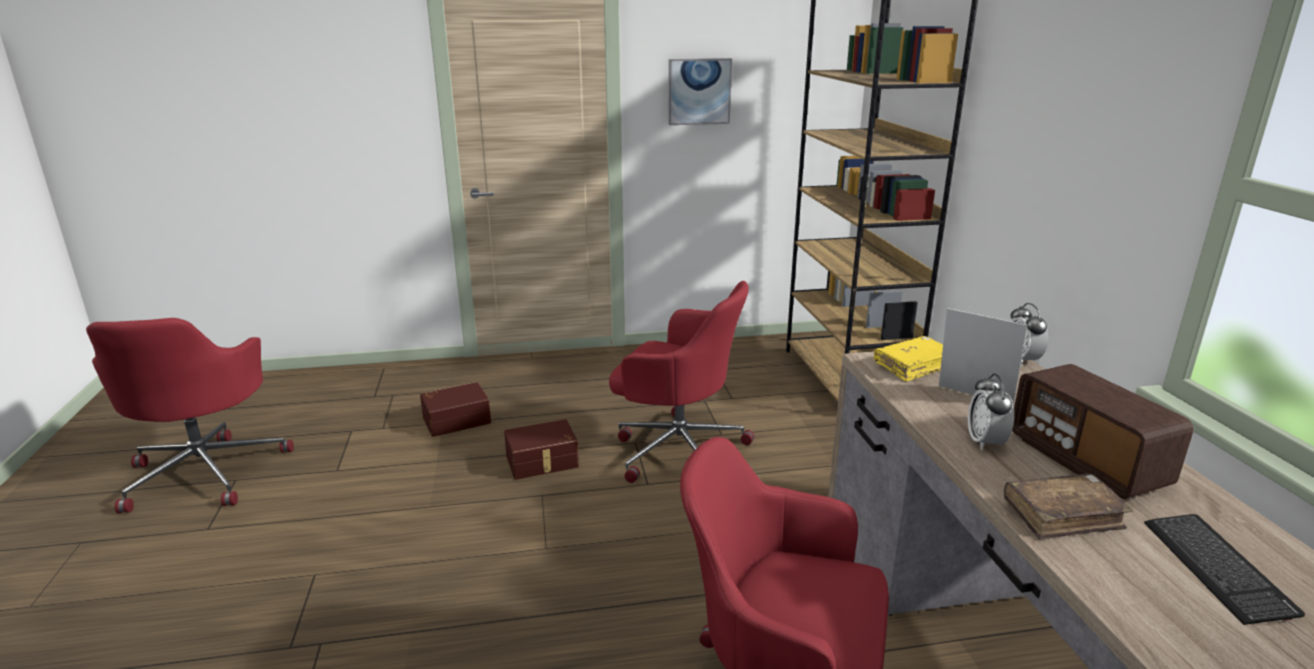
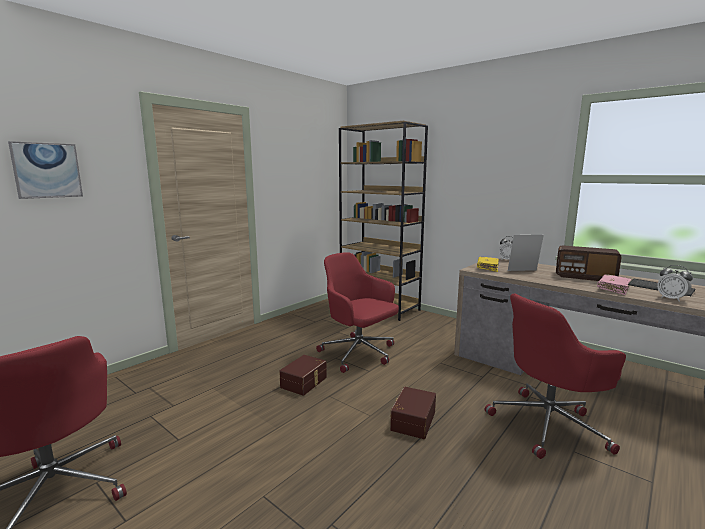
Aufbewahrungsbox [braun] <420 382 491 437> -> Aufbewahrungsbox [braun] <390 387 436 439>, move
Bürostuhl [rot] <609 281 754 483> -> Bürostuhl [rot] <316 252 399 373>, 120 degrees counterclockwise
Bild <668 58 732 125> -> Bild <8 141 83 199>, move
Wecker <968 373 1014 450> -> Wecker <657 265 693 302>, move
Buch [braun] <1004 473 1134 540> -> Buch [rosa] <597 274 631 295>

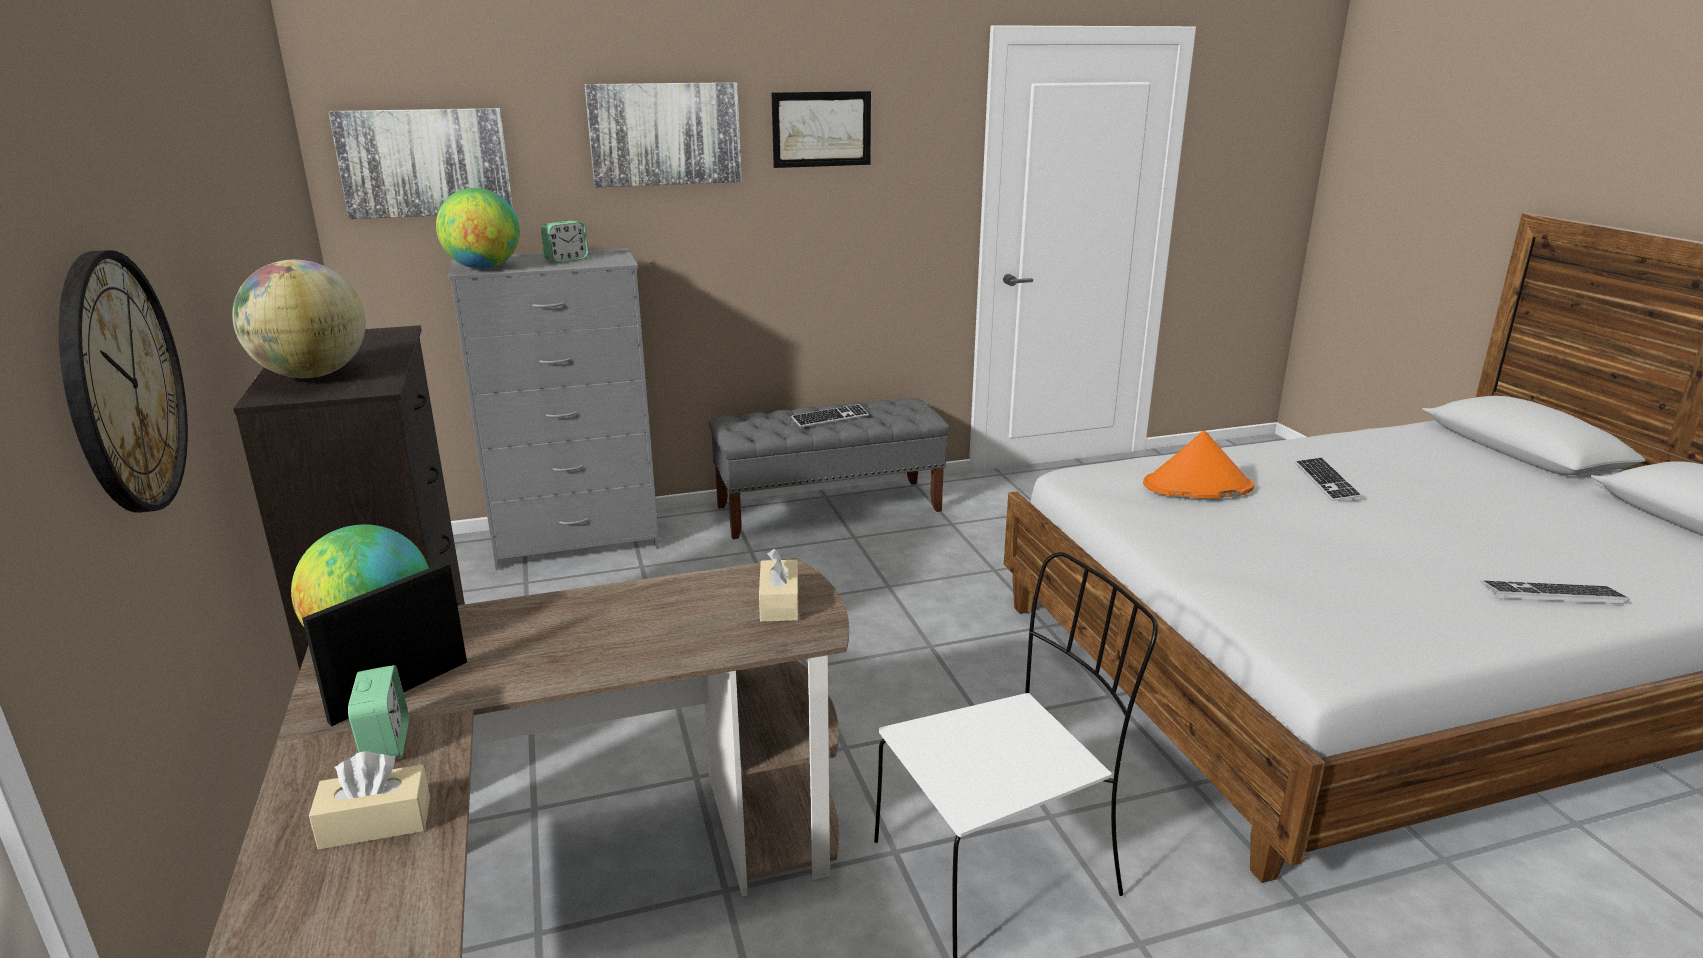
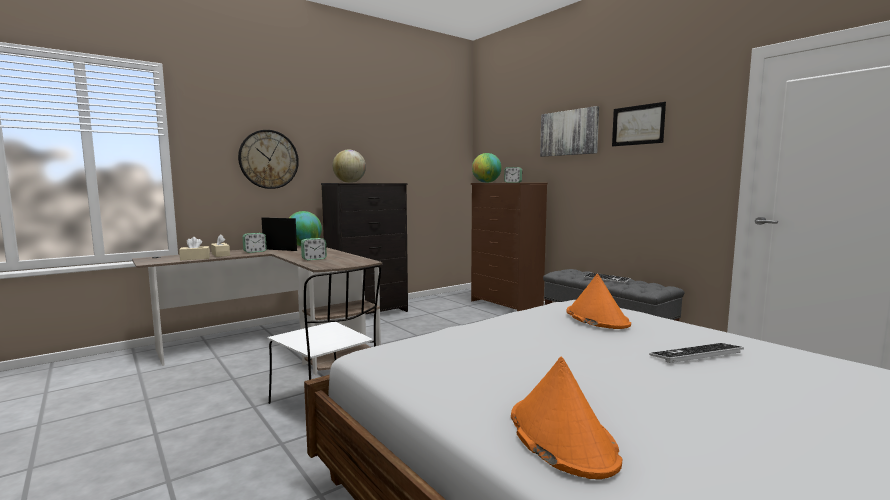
Bild <329 108 513 219> -> none
Kommode [grau] <448 248 660 571> -> Kommode [braun] <471 183 548 311>
Taschentuchbox [beige] <759 549 799 622> -> Taschentuchbox [beige] <179 237 210 261>, move
Tastatur <1480 581 1629 604> -> Hut [orange] <511 357 622 479>
none -> Wecker <301 238 327 261>

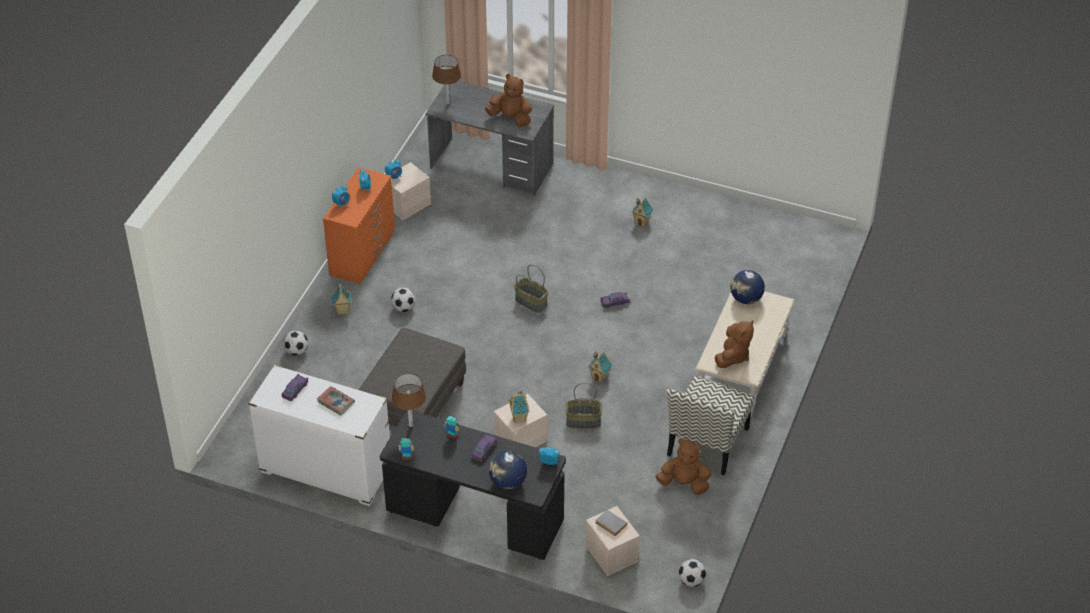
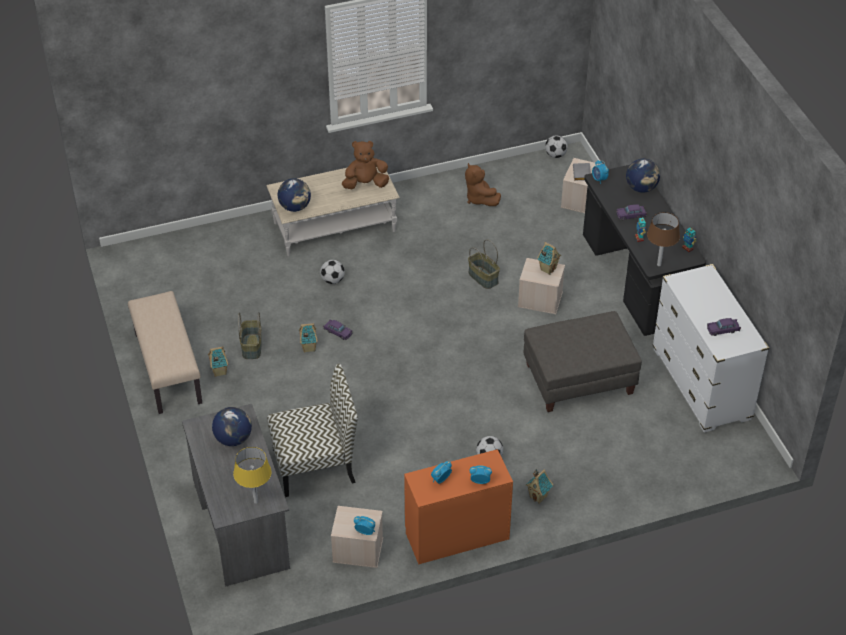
Fußball <283 331 308 355> -> Fußball <320 260 345 284>, move
Buch <317 386 355 416> -> none
Tischlampe [braun] <432 55 461 104> -> Tischlampe [gelb] <233 447 272 504>
Plüschtier [braun] <485 74 532 127> -> Globus <212 407 252 446>
Korb <514 264 548 313> -> Korb <238 312 262 359>, move
Spielzeughaus <588 350 612 383> -> Spielzeughaus <299 323 318 353>, move
Stuhl <667 376 754 475> -> Stuhl <267 364 358 497>, move
none -> Bank [beige] <128 291 202 414>

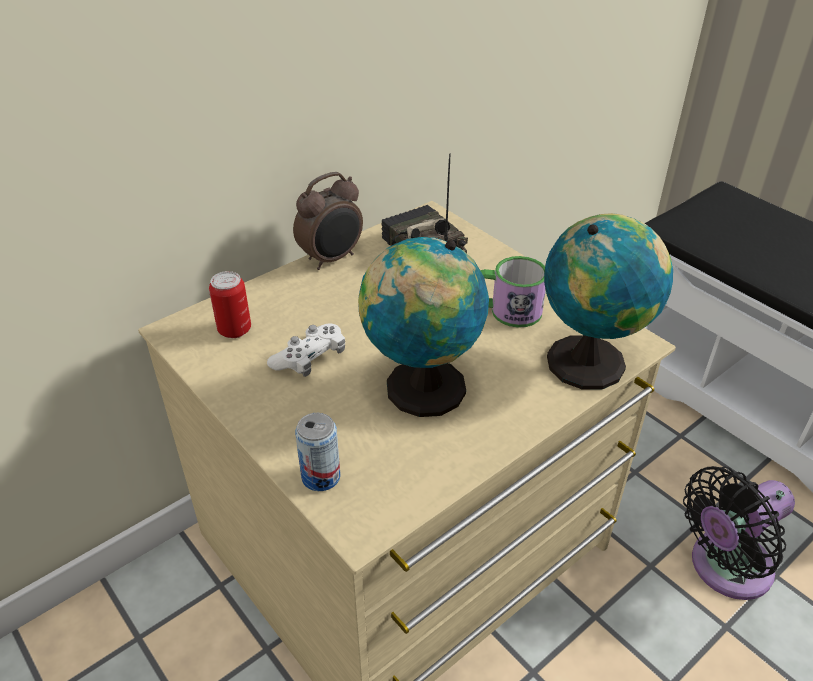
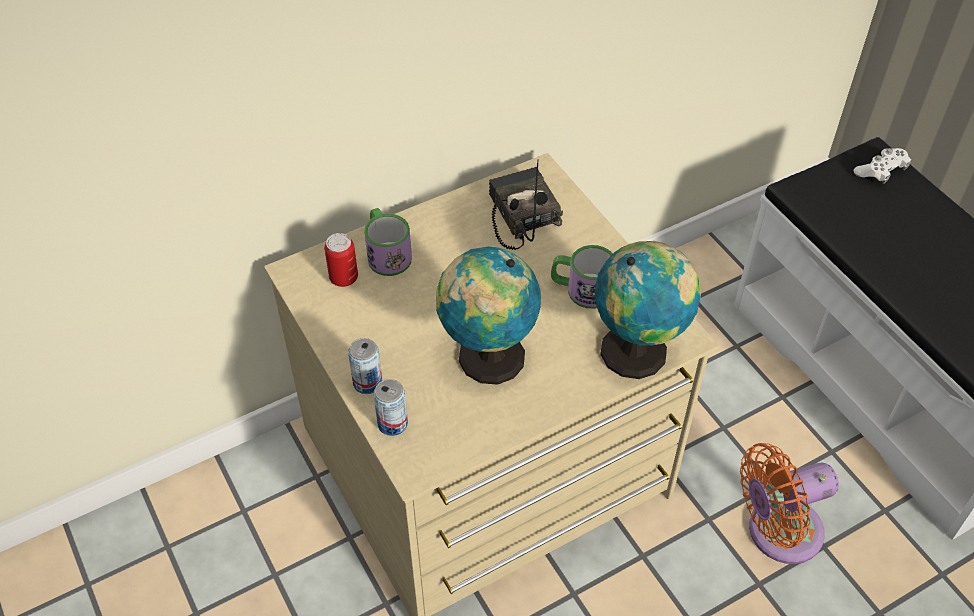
Gamepad [weiß] <267 323 345 377> -> Gamepad [weiß] <854 148 911 184>, move
Wecker <293 172 363 270> -> none
Ventilator [schwarz] <683 466 795 600> -> Ventilator [orange] <740 443 839 564>
none -> Dose <348 338 382 394>
none -> Henkelbecher <364 208 412 276>

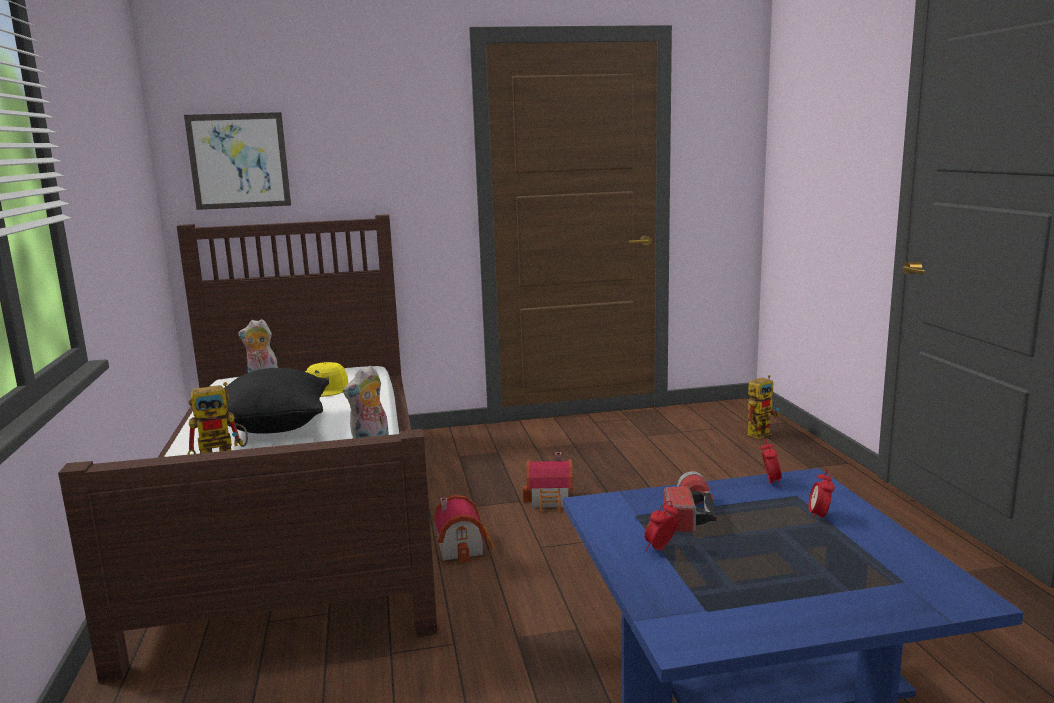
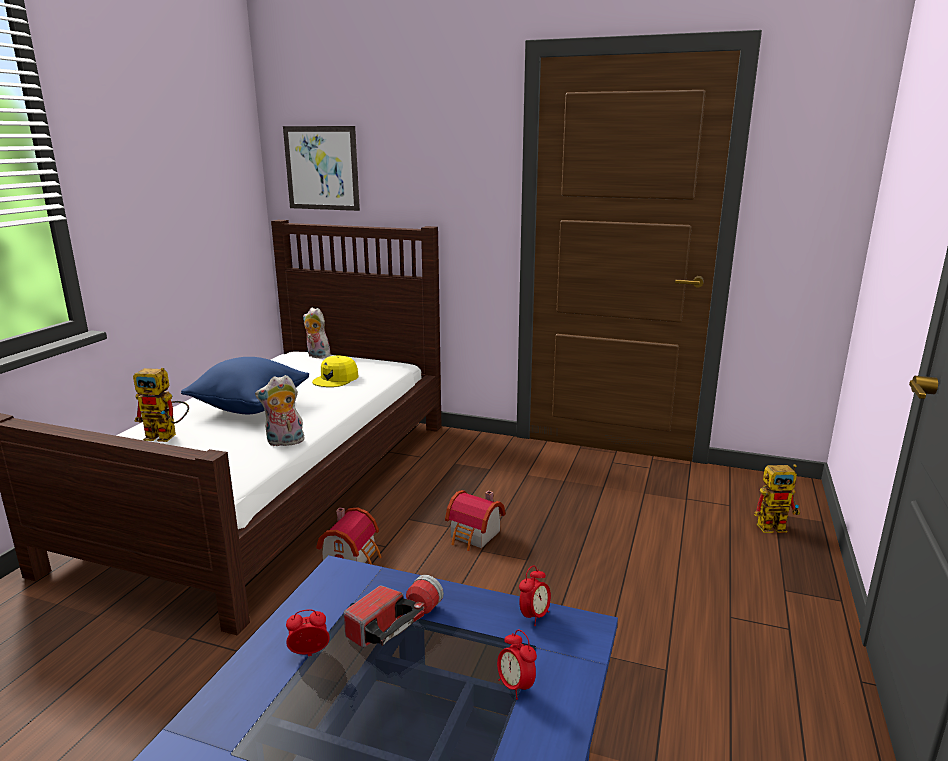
Kissen [schwarz] <224 368 328 434> -> Kissen [blau] <181 357 309 414>
Wecker <808 469 835 521> -> Wecker <497 630 537 700>, 75 degrees counterclockwise

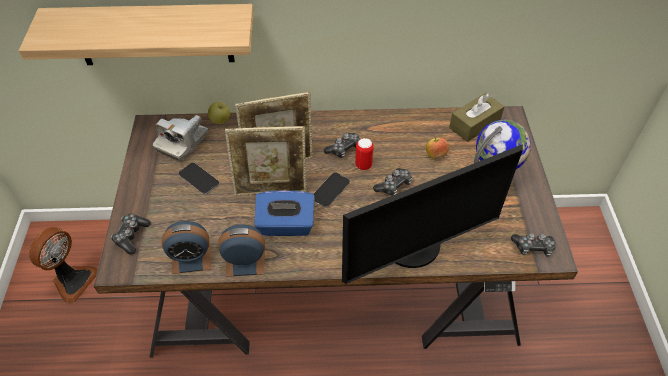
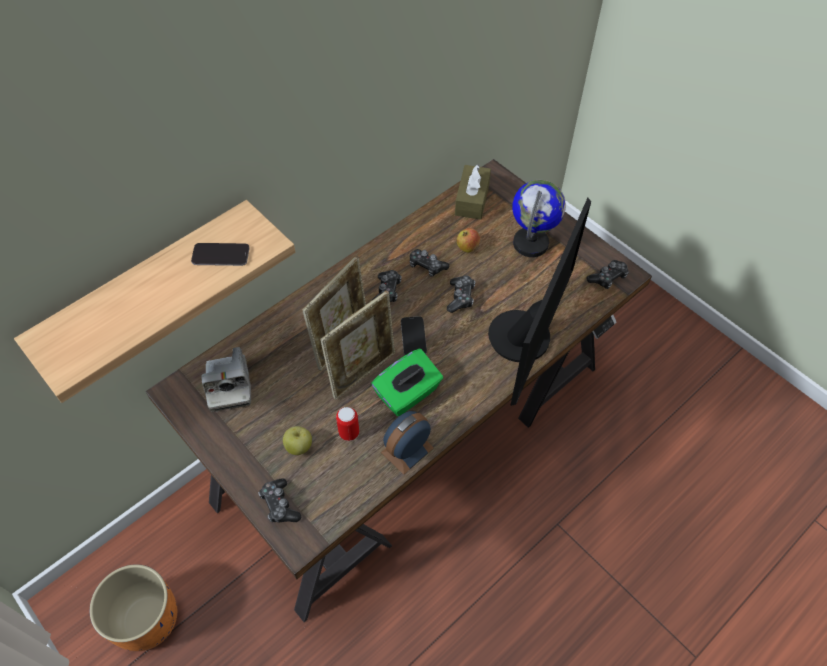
Ventilator <29 227 98 303> -> Pflanzkübel [orange] <90 564 177 651>
Wecker <162 221 211 274> -> none
Handy <179 163 219 194> -> Handy <191 243 250 266>, move
Apfel <208 102 230 124> -> Apfel <283 426 312 455>, move
Taschentuchbox [blau] <254 190 314 236> -> Taschentuchbox [grün] <371 349 443 417>
Dose <355 138 374 171> -> Dose <336 407 359 441>, move
none -> Gamepad <410 249 449 277>

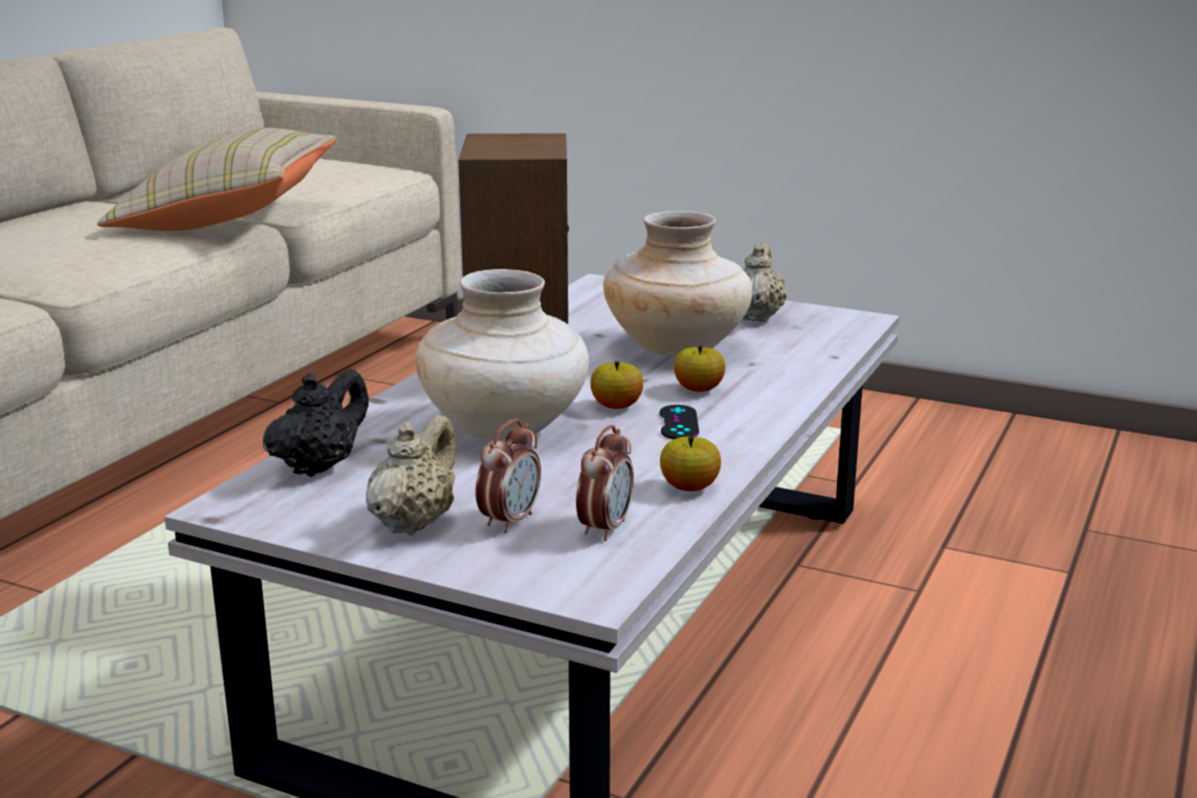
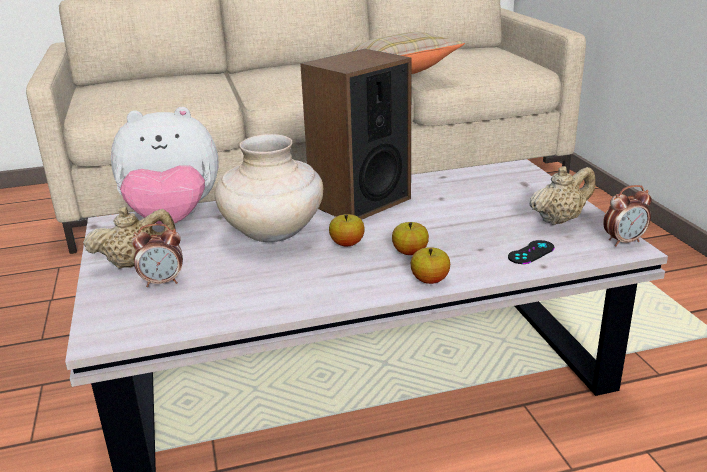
Teekanne [schwarz] <263 370 369 477> -> Plüschtier <111 107 219 224>
Wecker <576 425 634 541> -> Wecker <603 185 652 246>, move
Vase [beige] <603 211 753 356> -> none
Gamepad [schwarz] <659 405 699 439> -> Gamepad [schwarz] <508 240 555 264>, move
Apfel <660 436 721 491> -> Apfel <411 247 450 284>, move

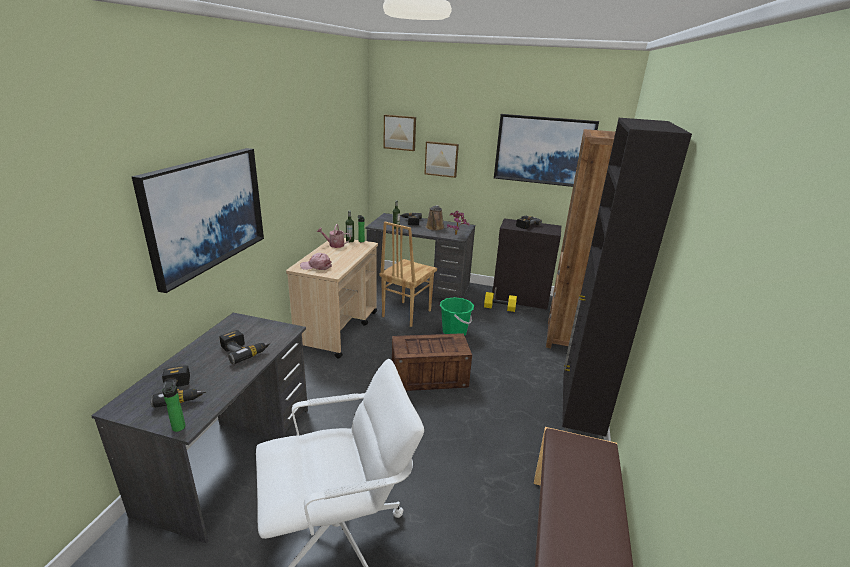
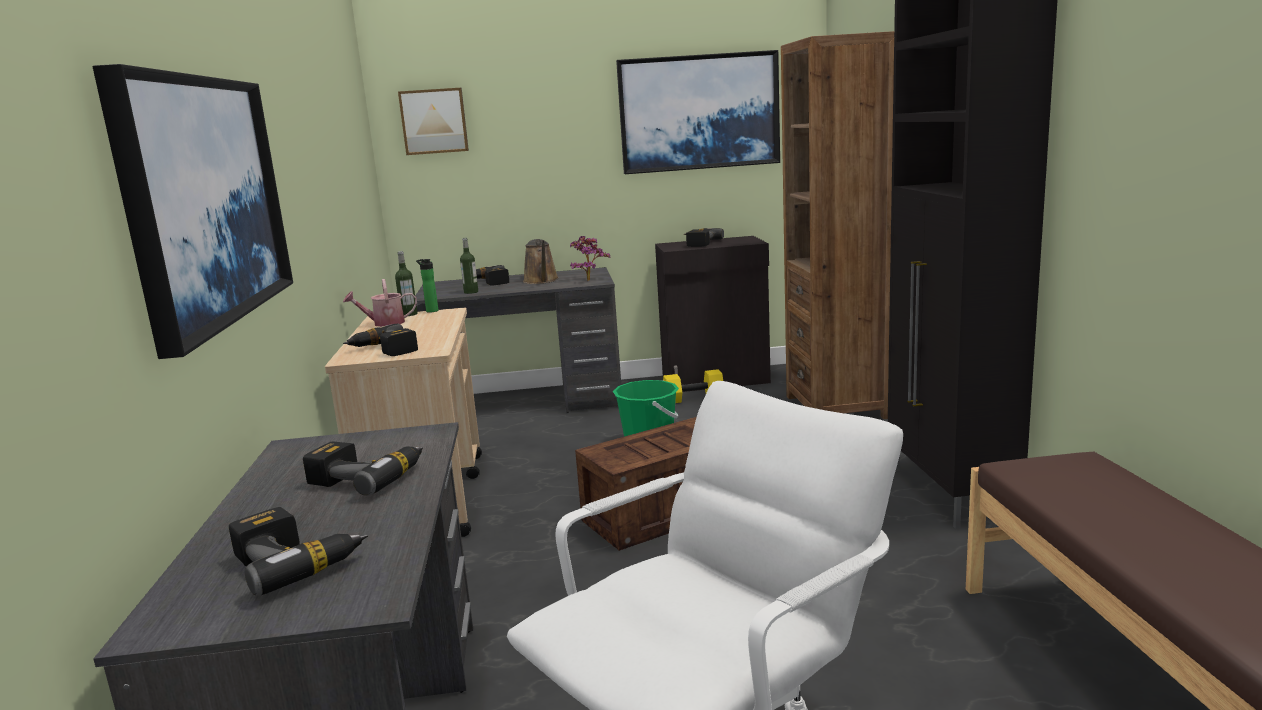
Flasche <162 382 186 432> -> none
Kappe [rosa] <300 253 332 270> -> Bohrmaschine <343 324 418 356>
Stuhl [braun] <379 222 437 327> -> none
Bild <424 141 459 178> -> none

